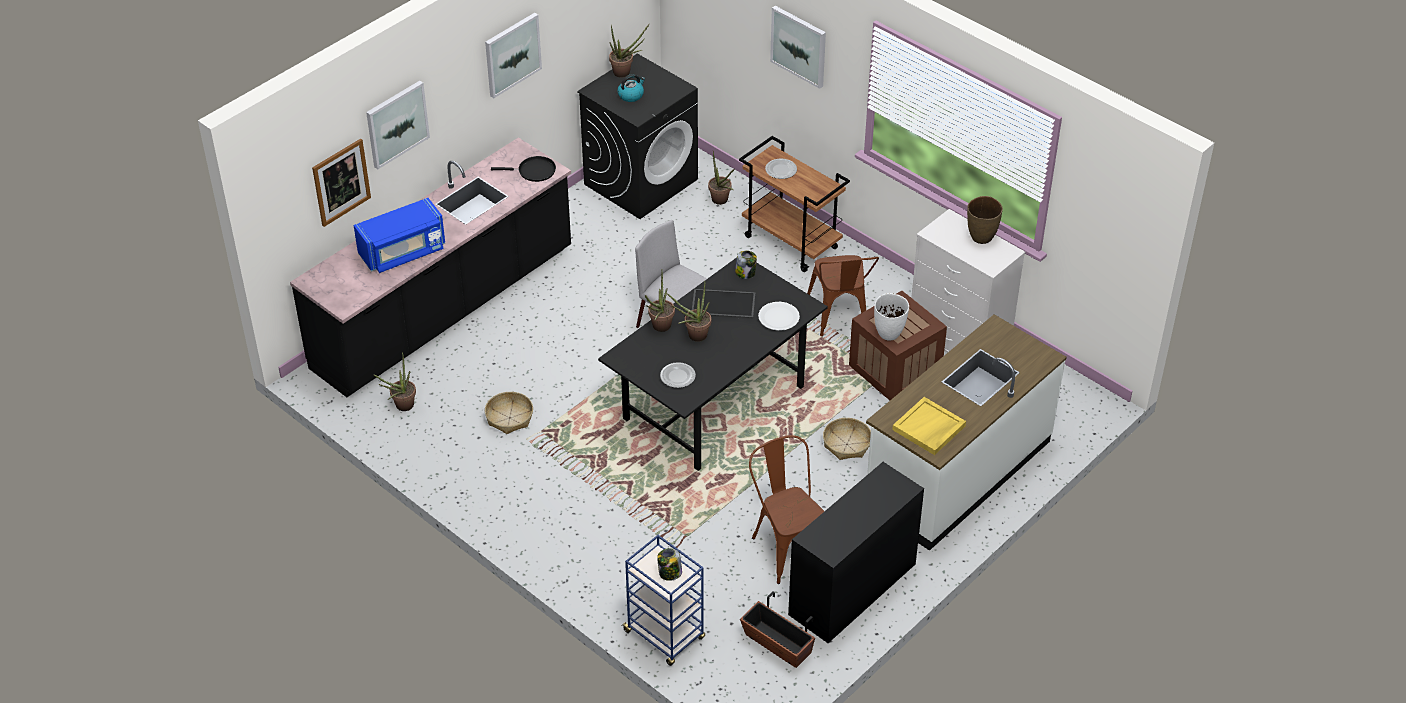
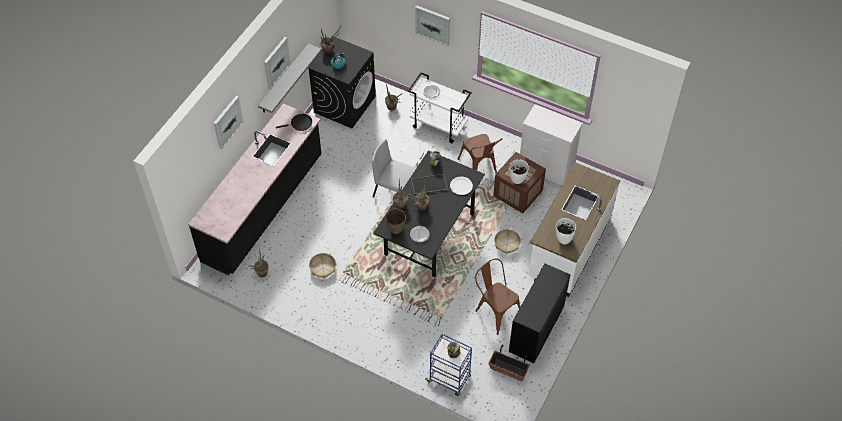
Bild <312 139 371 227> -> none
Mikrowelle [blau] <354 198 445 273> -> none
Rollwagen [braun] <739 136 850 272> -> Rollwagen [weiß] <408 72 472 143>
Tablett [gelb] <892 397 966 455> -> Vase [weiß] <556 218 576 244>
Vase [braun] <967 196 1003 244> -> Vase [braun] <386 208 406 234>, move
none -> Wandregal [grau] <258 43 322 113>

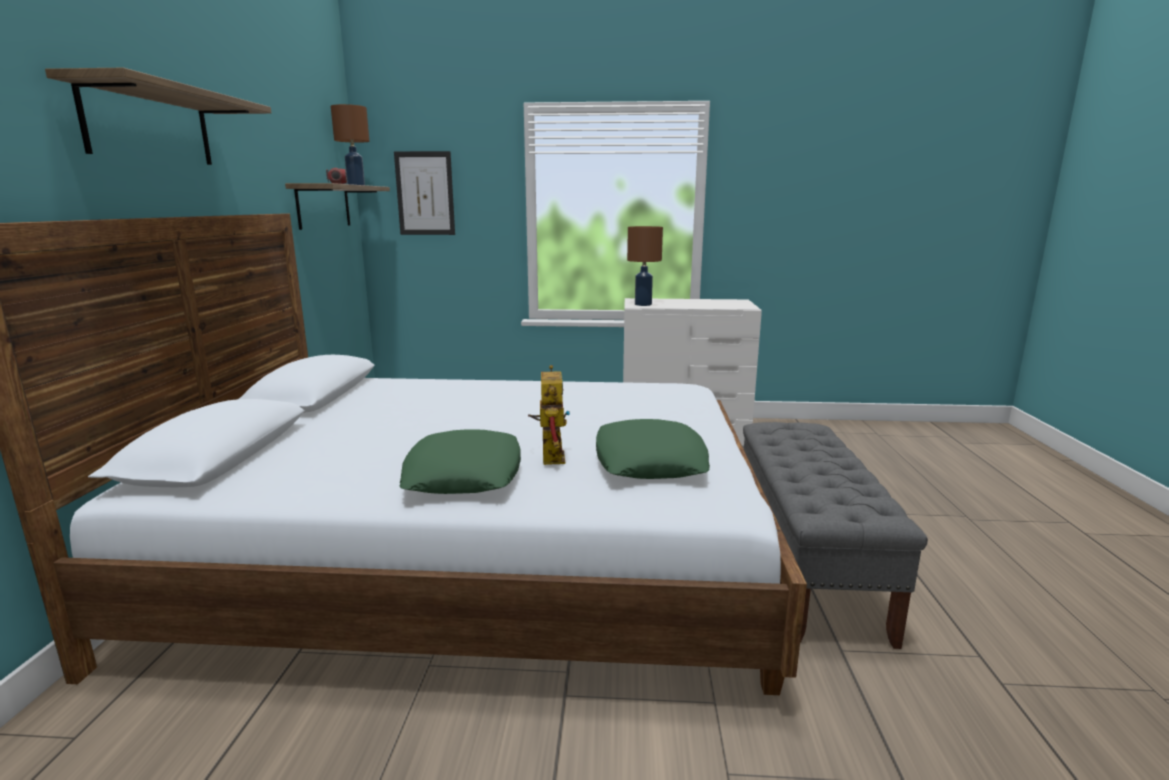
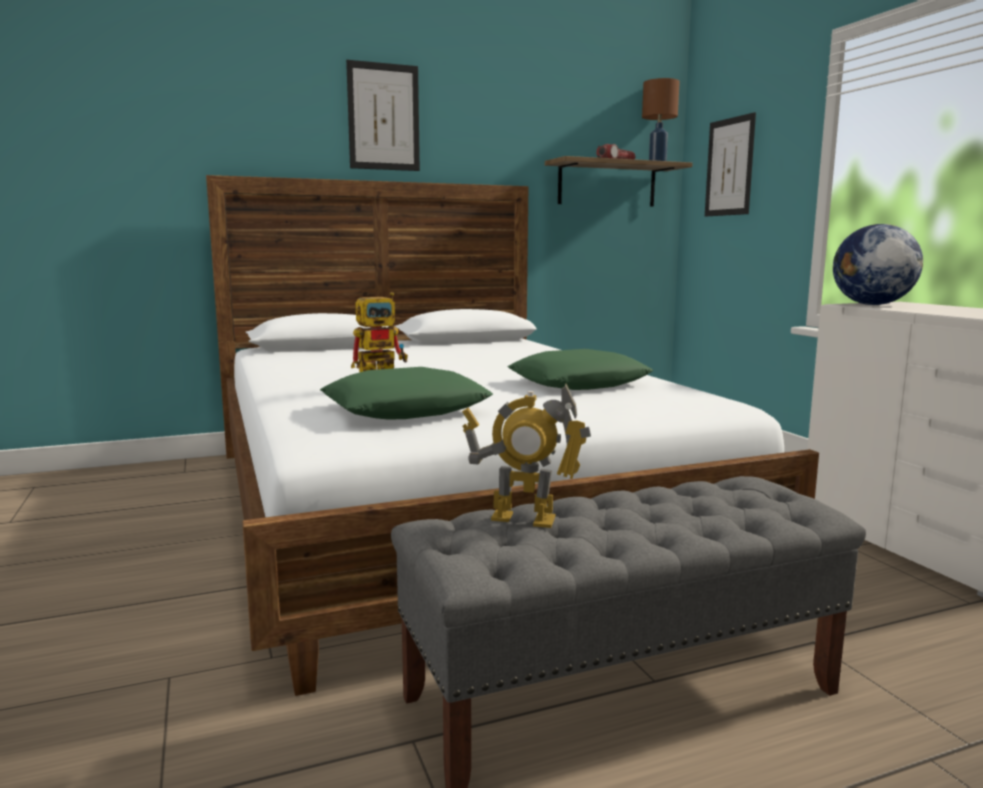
Wandregal <45 68 271 165> -> Bild <346 60 420 171>
Kissen [grün] <399 429 521 494> -> Kissen [grün] <508 349 654 390>, move
Tischlampe [braun] <627 226 663 306> -> Globus <833 224 923 305>
none -> Spielzeugroboter <462 384 591 528>

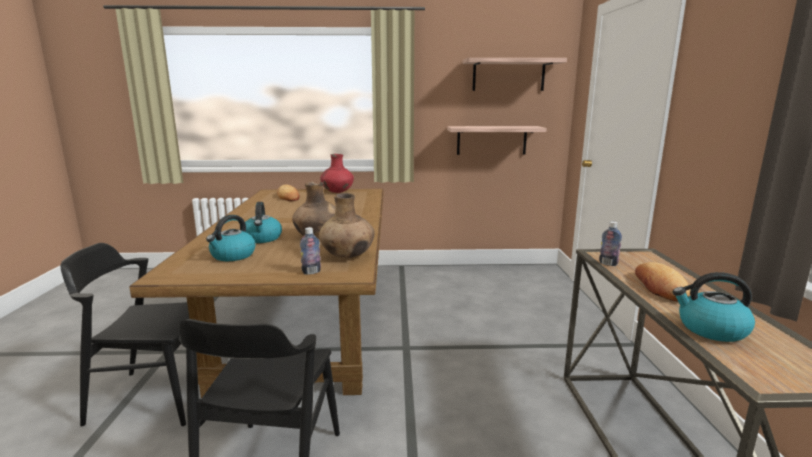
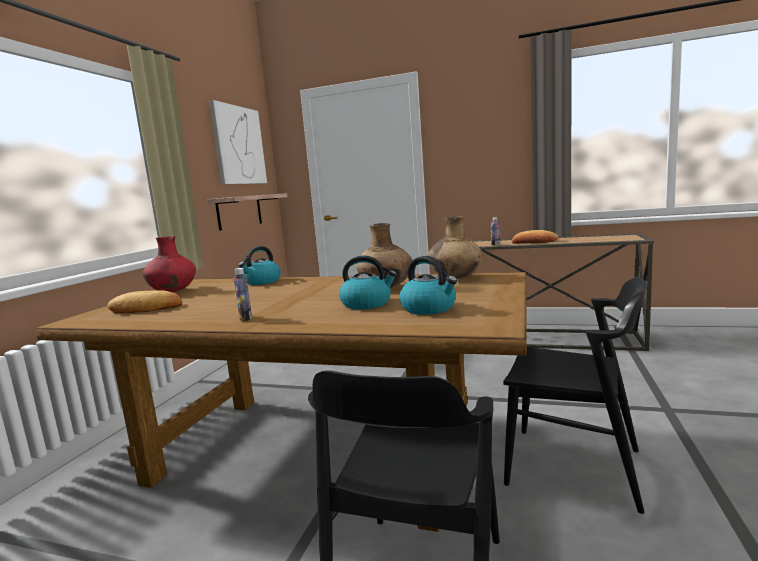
Flasche <300 227 321 275> -> Flasche <234 268 252 321>, move
Wandregal <463 58 567 91> -> Bild <209 100 267 185>
Wasserkessel <673 272 755 342> -> Wasserkessel <238 246 281 285>, move

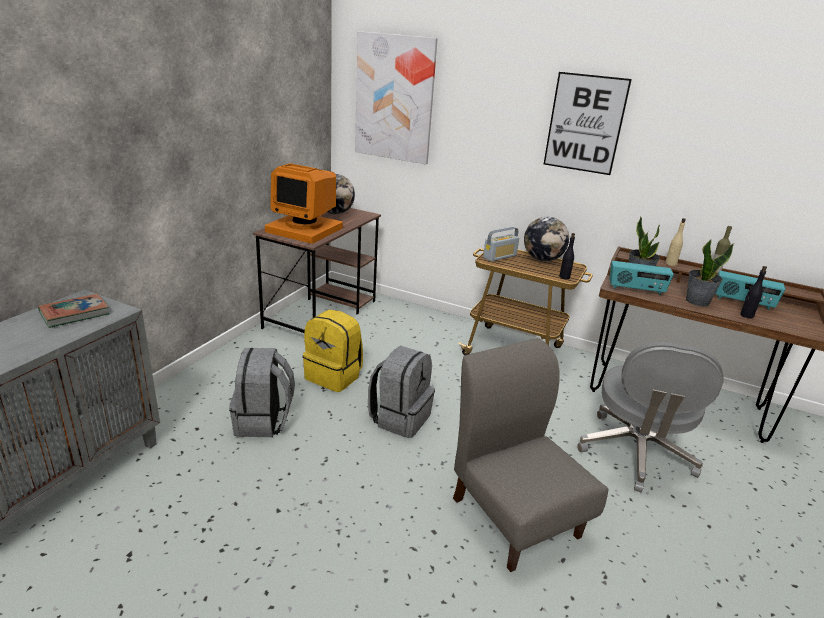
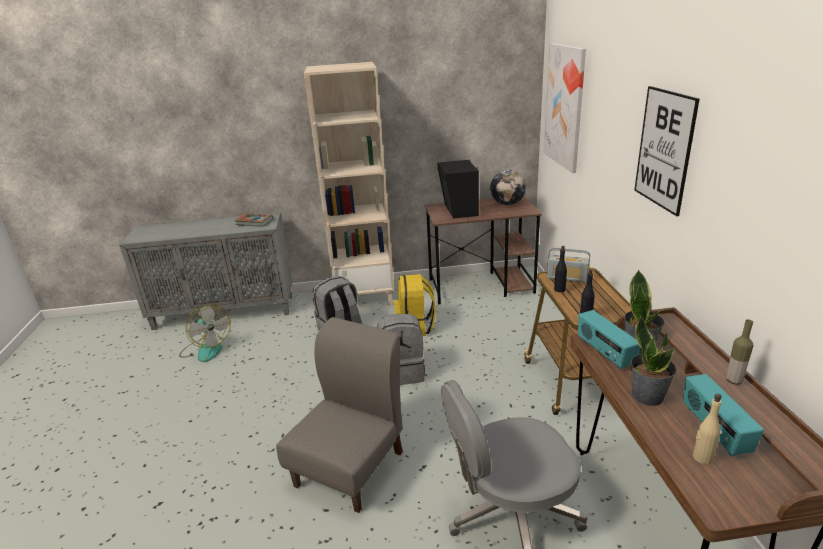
Monitor <265 163 343 244> -> Lautsprecher [schwarz] <438 160 479 219>
Globus <524 217 569 261> -> none
Flasche [beige] <665 218 686 266> -> Flasche [beige] <693 394 721 464>, move
Flasche [schwarz] <740 266 767 319> -> Flasche [schwarz] <554 246 567 292>, move
none -> Ventilator <179 304 231 362>
none -> Bücherregal [beige] <304 62 394 306>

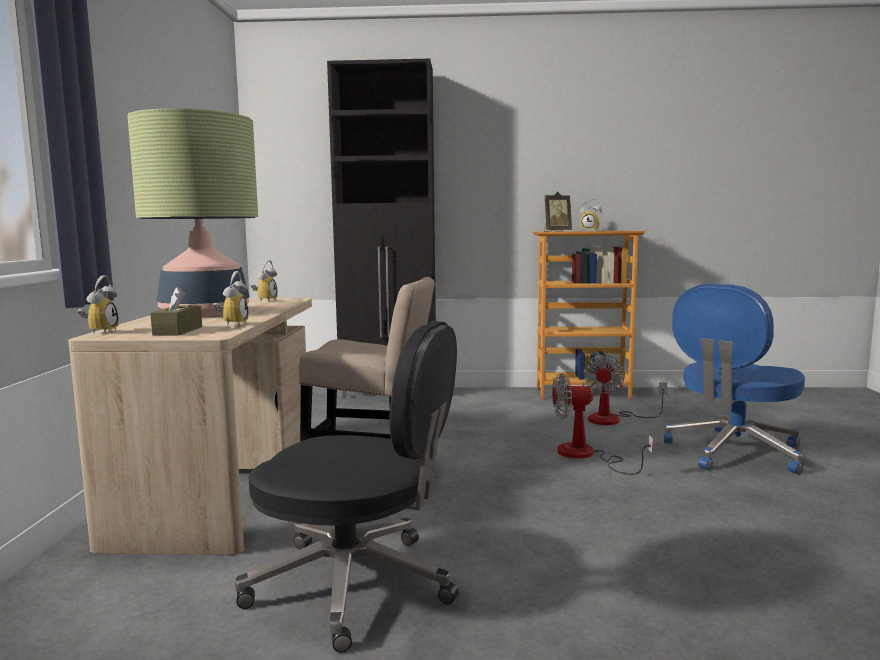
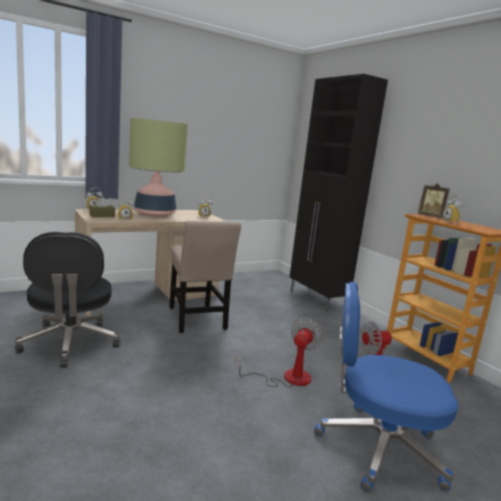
Ventilator <552 373 653 475> -> Ventilator <235 318 324 388>, 60 degrees clockwise

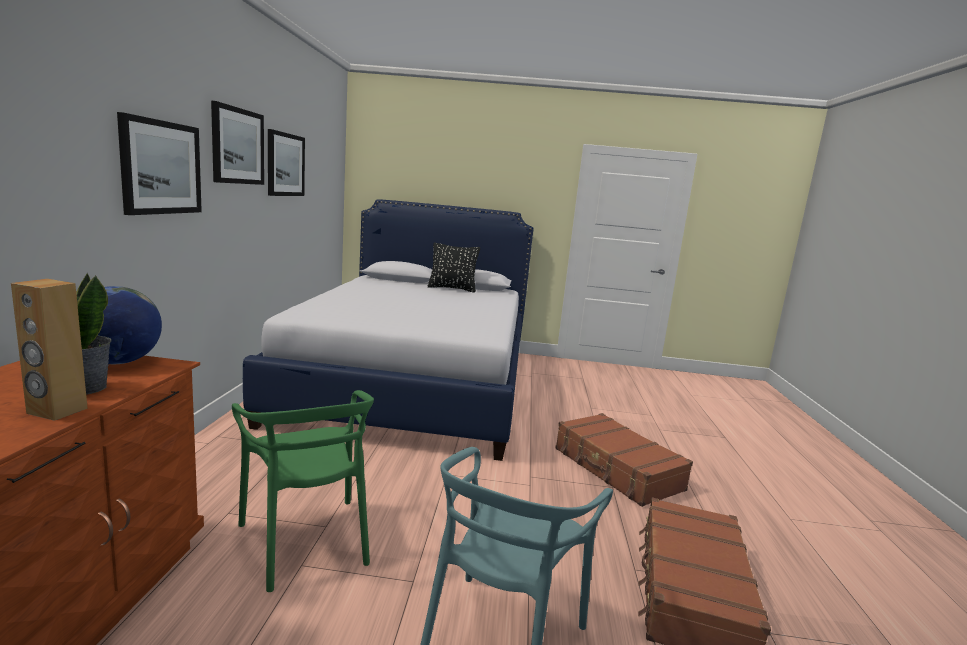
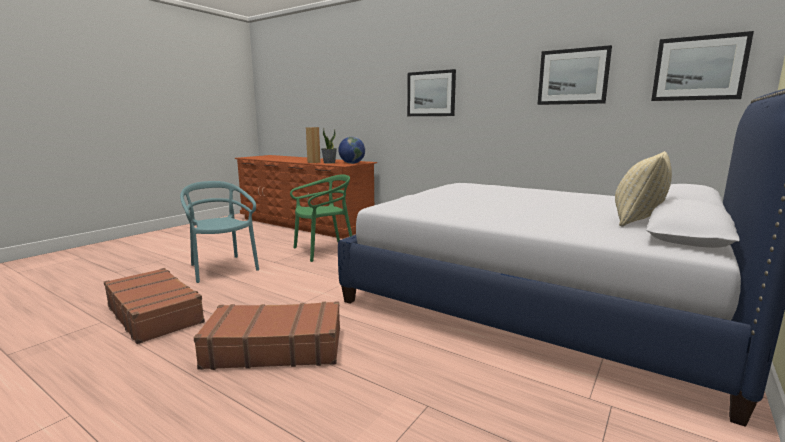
Bild <211 101 264 185> -> Bild <651 31 754 101>, move
Stuhl [grün] <232 390 374 592> -> Stuhl [grün] <290 174 352 262>, 150 degrees clockwise
Kissen [schwarz] <428 243 480 293> -> Kissen [beige] <615 151 672 227>

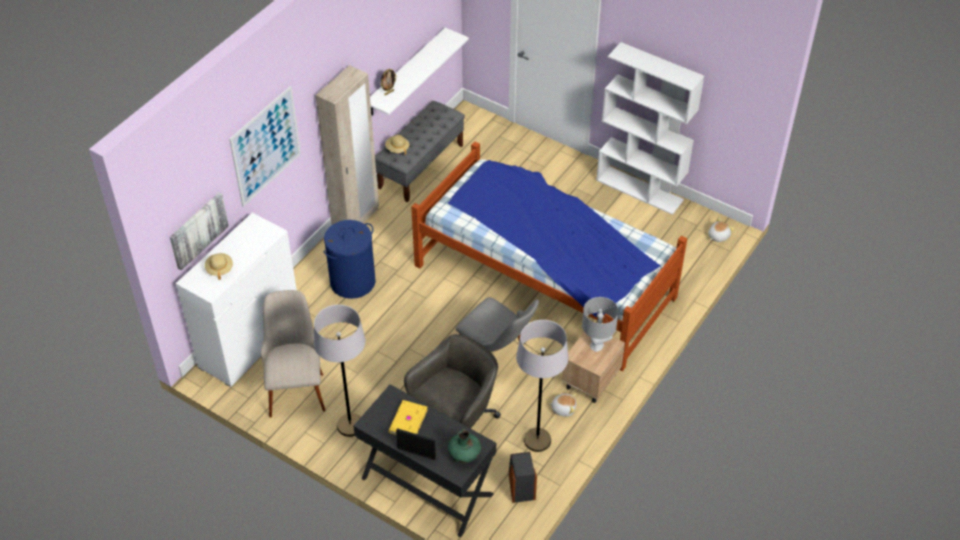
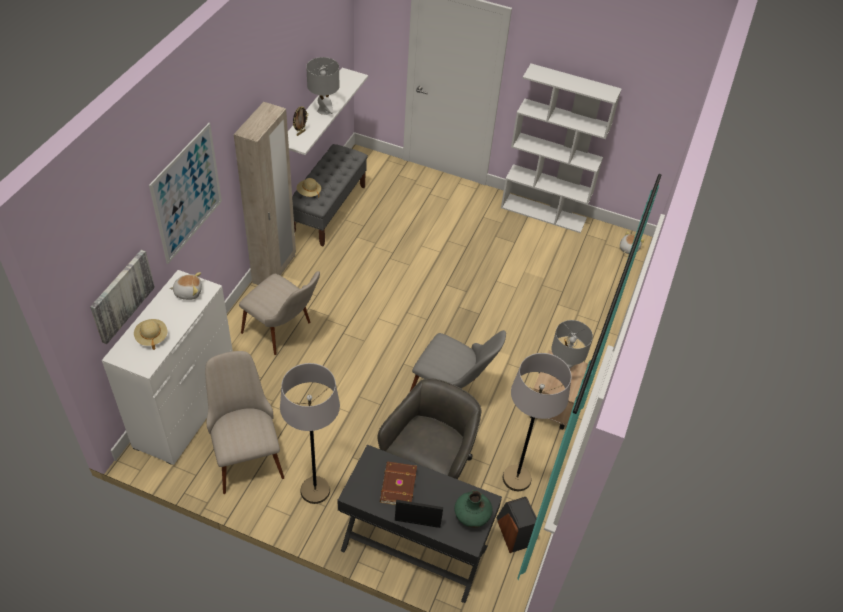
Wäschekorb [blau] <324 220 376 299> -> Stuhl [beige] <239 271 320 355>
Buch [gelb] <388 400 428 435> -> Buch [braun] <380 462 417 505>
Bett <411 142 687 371> -> none
Plüschtier <549 393 577 417> -> Plüschtier <169 272 202 300>, move
none -> Tischlampe [grau] <306 57 339 115>

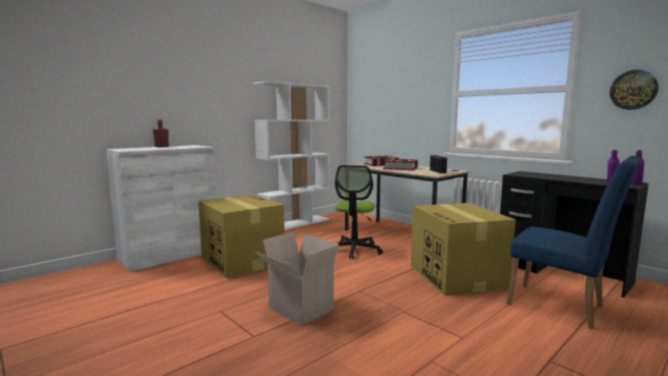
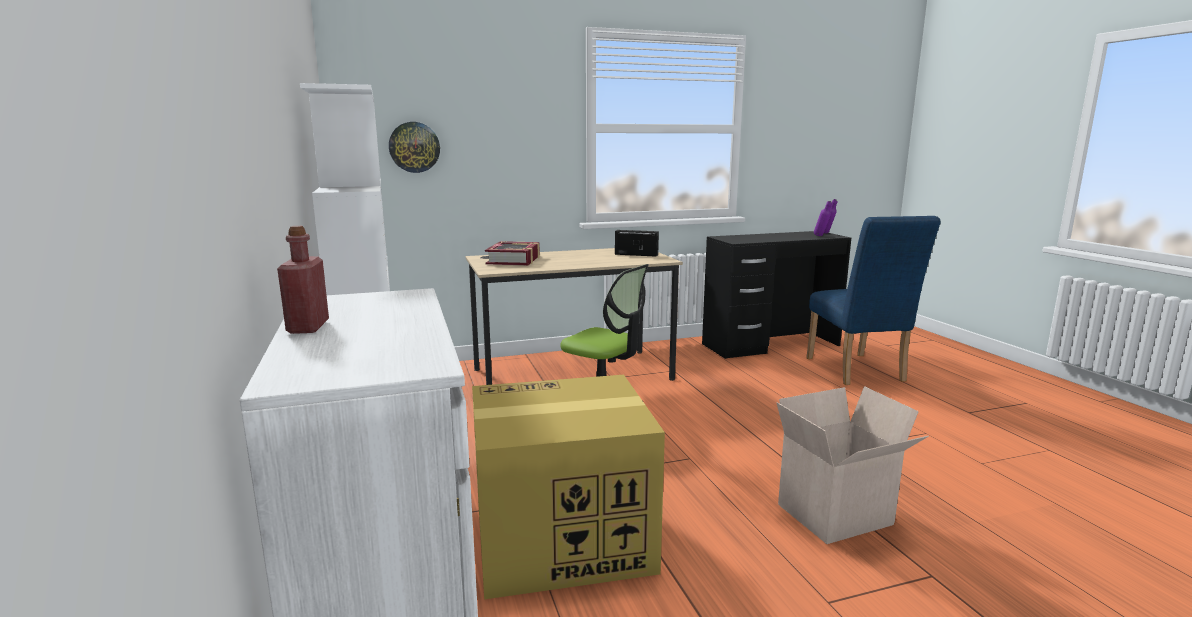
Buch <383 158 418 170> -> none
Karton <411 203 516 296> -> none
Stuhl [blau] <507 156 641 329> -> Stuhl [blau] <806 216 940 385>, 105 degrees clockwise
Wanduhr <610 70 659 110> -> Wanduhr <389 122 440 173>, move

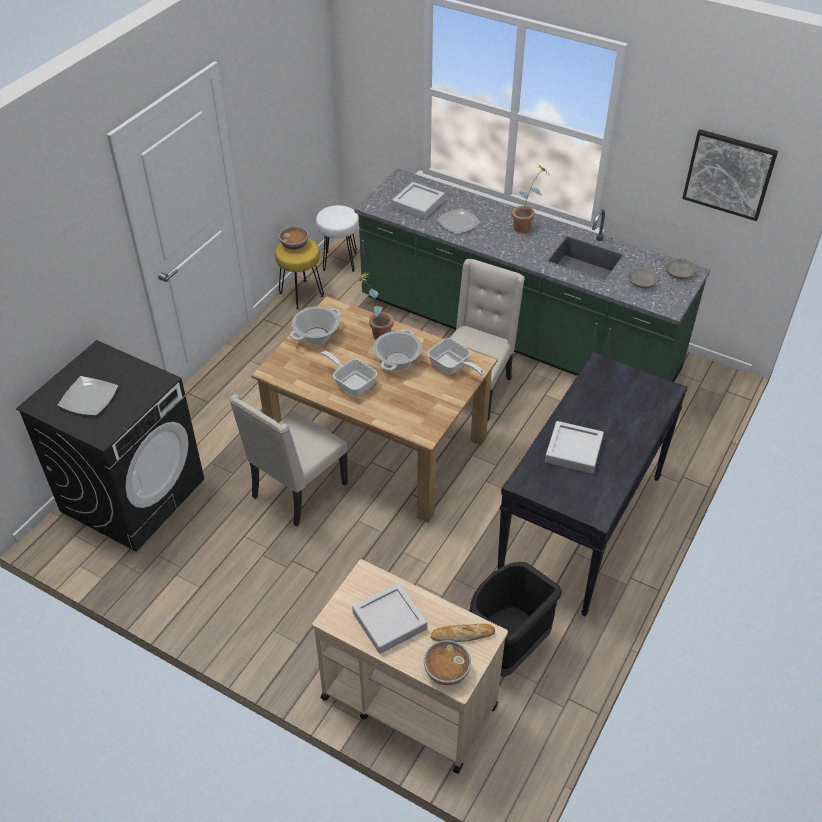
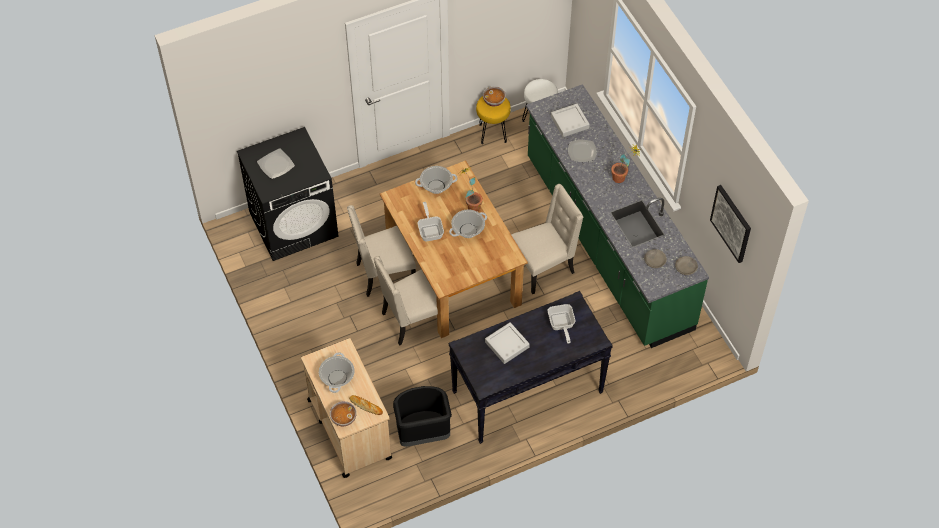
Tablett [grau] <352 583 427 654> -> Kochtopf <319 352 355 393>
Pfanne <428 338 485 375> -> Pfanne <548 304 576 344>, move
none -> Stuhl [beige] <373 256 438 346>

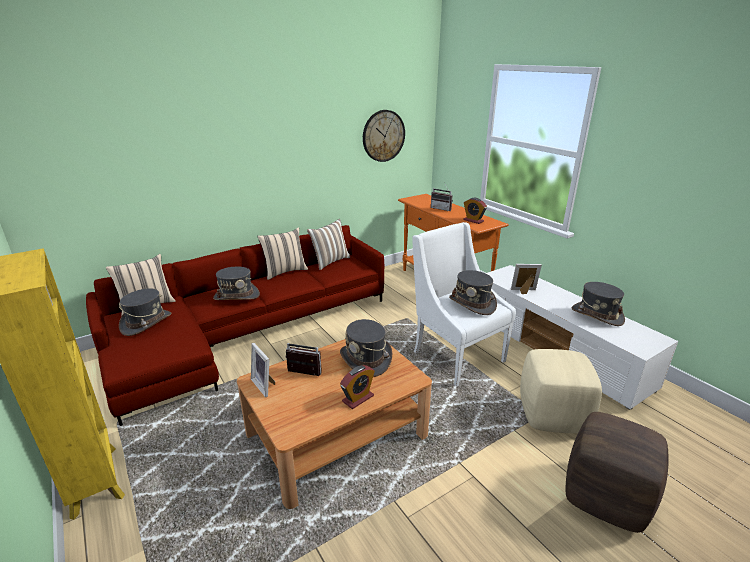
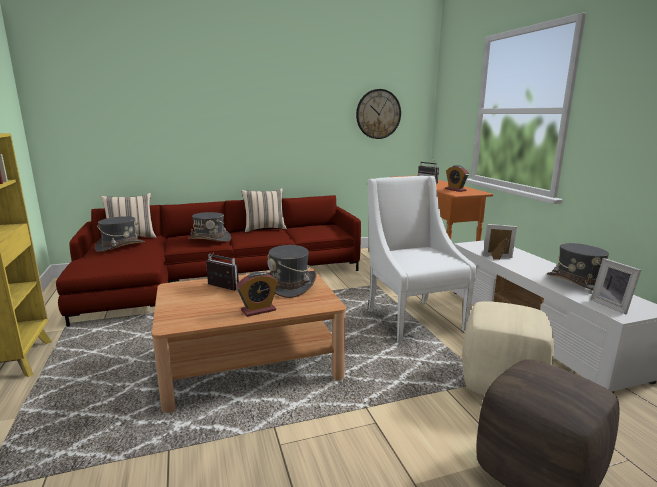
Bilderrahmen <251 343 275 397> -> Bilderrahmen <590 258 641 314>, move
Kissen <307 219 350 270> -> none
Hut [grau] <449 270 497 315> -> none

